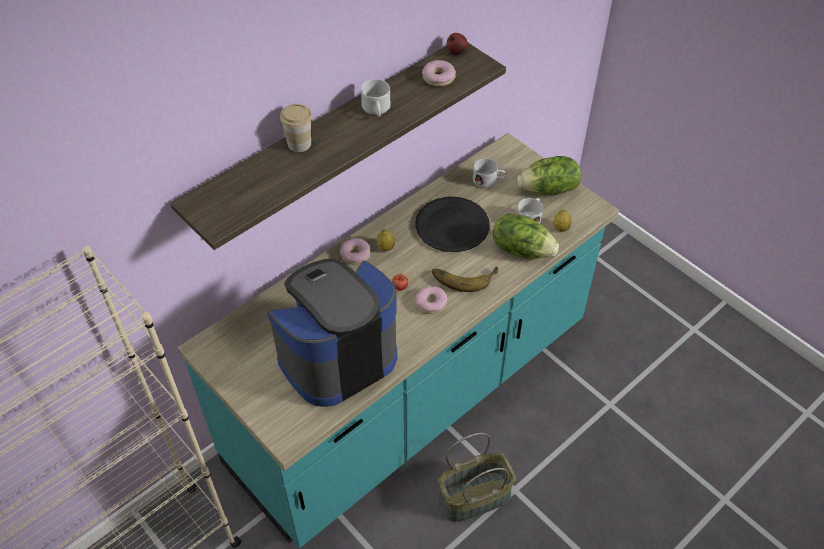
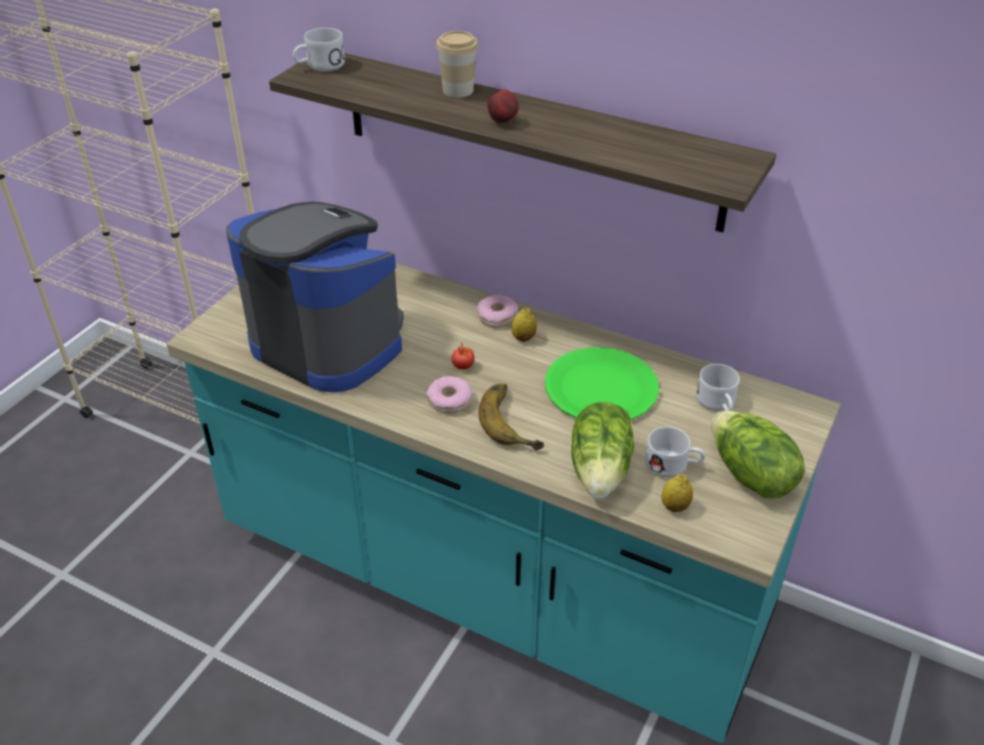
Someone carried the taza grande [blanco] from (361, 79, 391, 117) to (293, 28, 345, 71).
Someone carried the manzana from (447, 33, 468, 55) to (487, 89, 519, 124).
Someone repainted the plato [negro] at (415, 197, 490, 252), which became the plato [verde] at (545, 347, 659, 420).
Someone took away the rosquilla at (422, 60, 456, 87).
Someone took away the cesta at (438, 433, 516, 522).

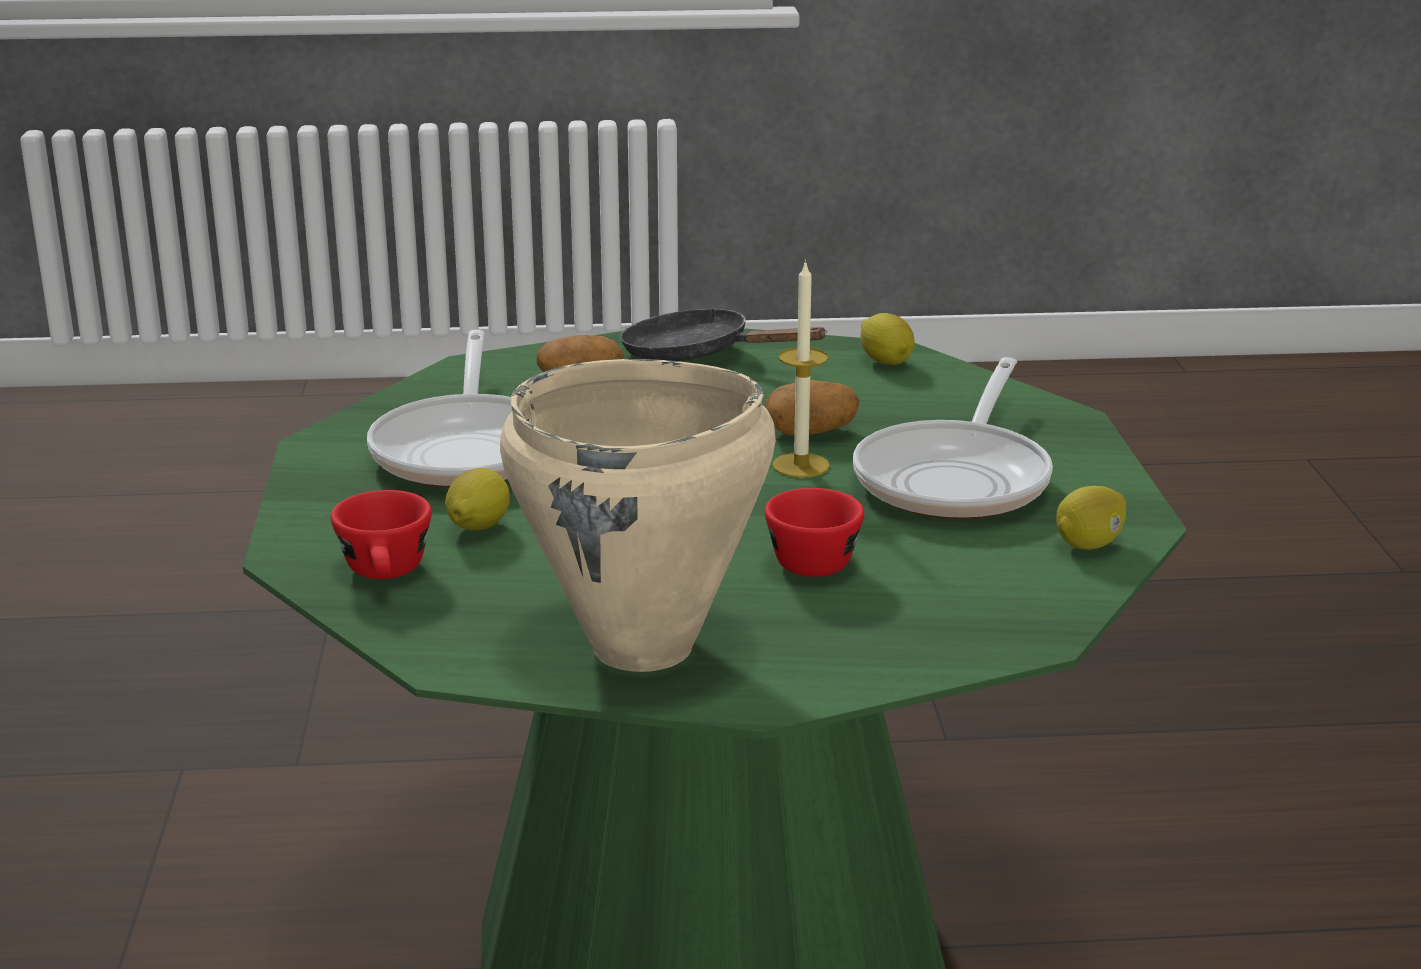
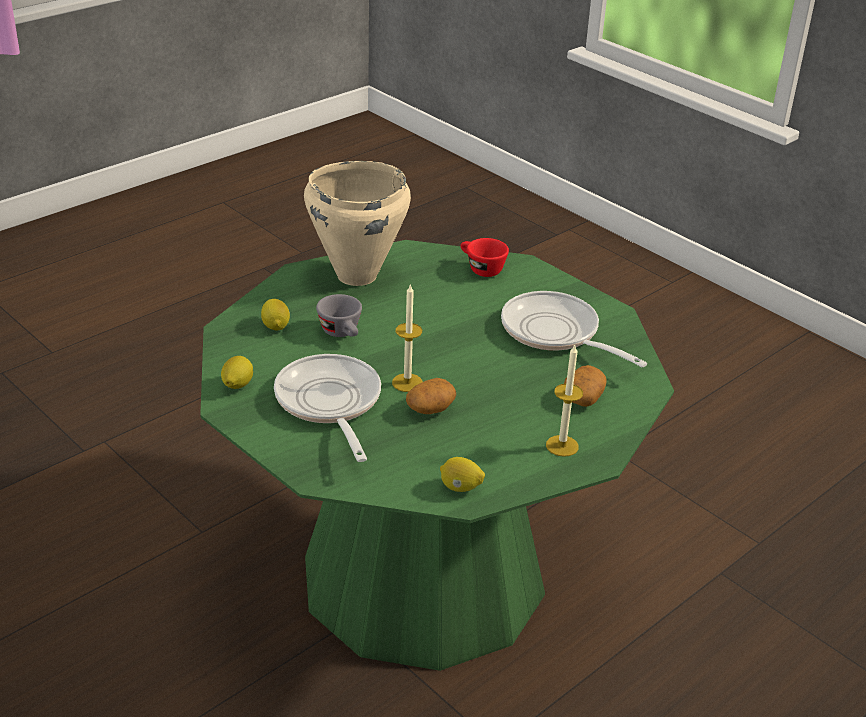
Someone carried the limón from (445, 468, 509, 531) to (261, 299, 290, 331).
Someone repainted the taza [rojo] at (765, 488, 864, 577), which became the taza [gris] at (316, 294, 362, 337).
Someone swapped the sartén [negro] at (620, 308, 828, 361) for the vela at (546, 344, 583, 457).

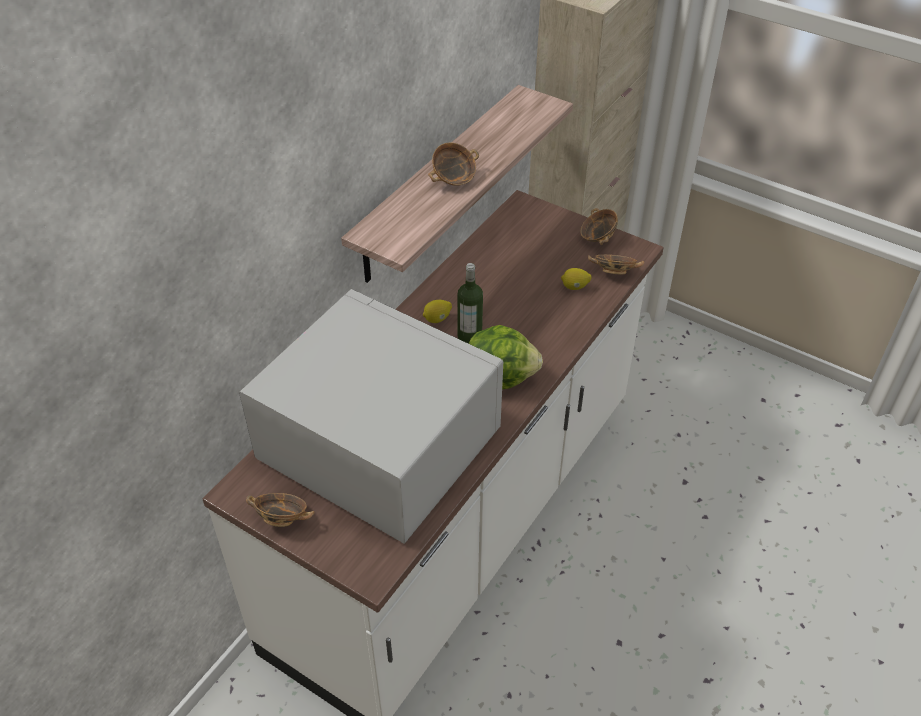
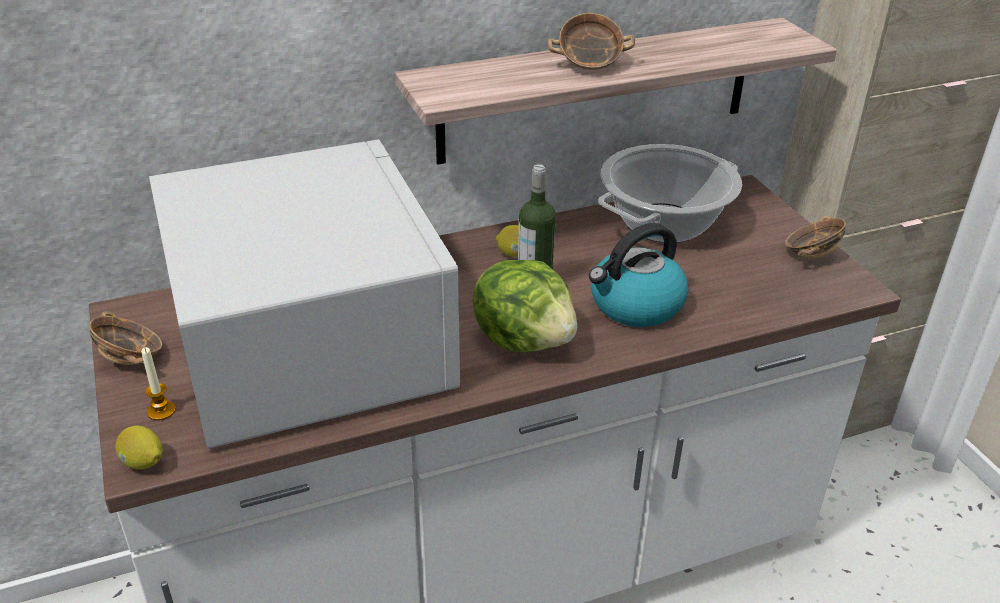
Someone carried the limón from (561, 268, 591, 290) to (116, 426, 163, 470).
Someone put down the vela at (141, 347, 176, 421).
Someone put down the hervidor at (589, 223, 688, 327).
Someone put down the olla at (598, 144, 742, 243).
Someone took away the cuenco at (588, 255, 644, 274).

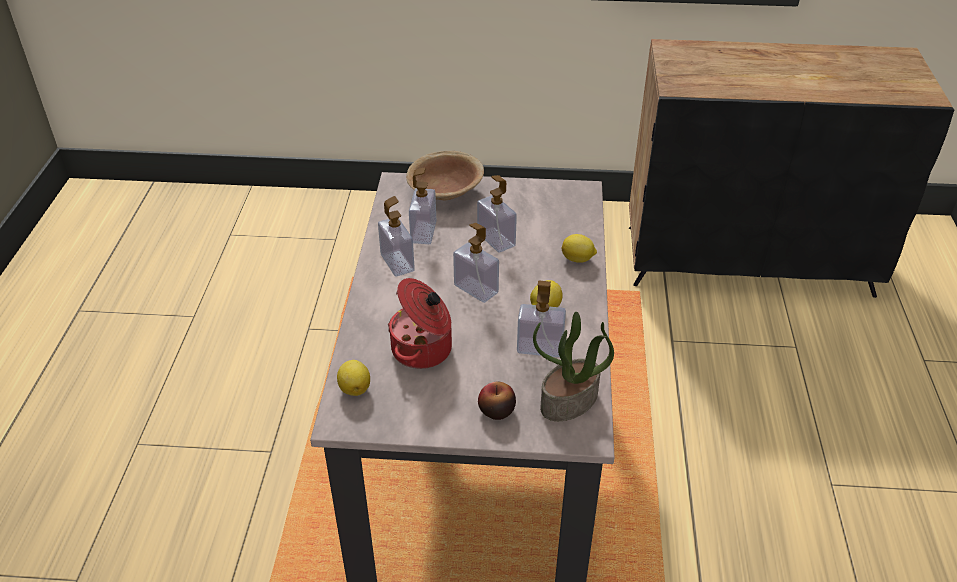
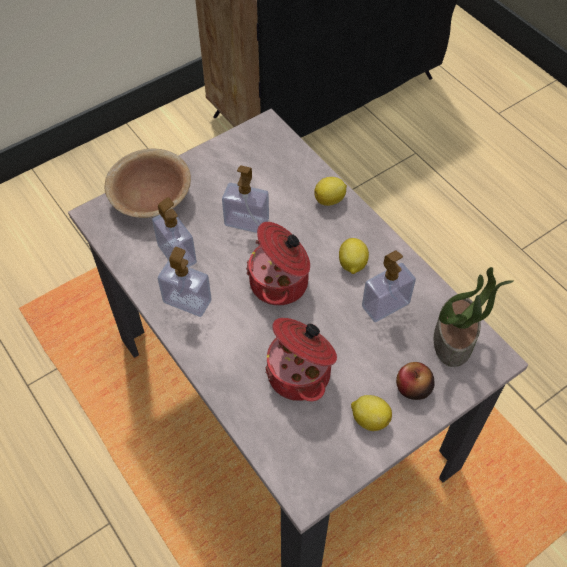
Someone swapped the dispensador de jabón at (453, 223, 499, 303) for the olla at (246, 222, 310, 306).
Someone carried the limón from (337, 360, 370, 396) to (351, 395, 392, 431).

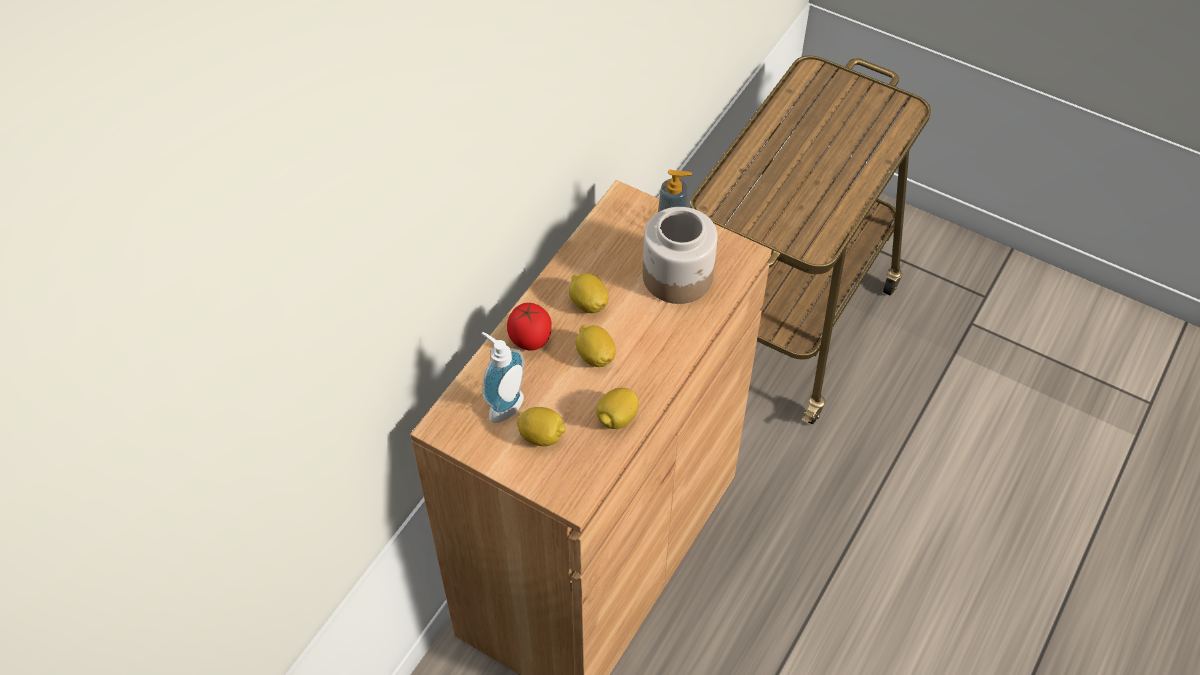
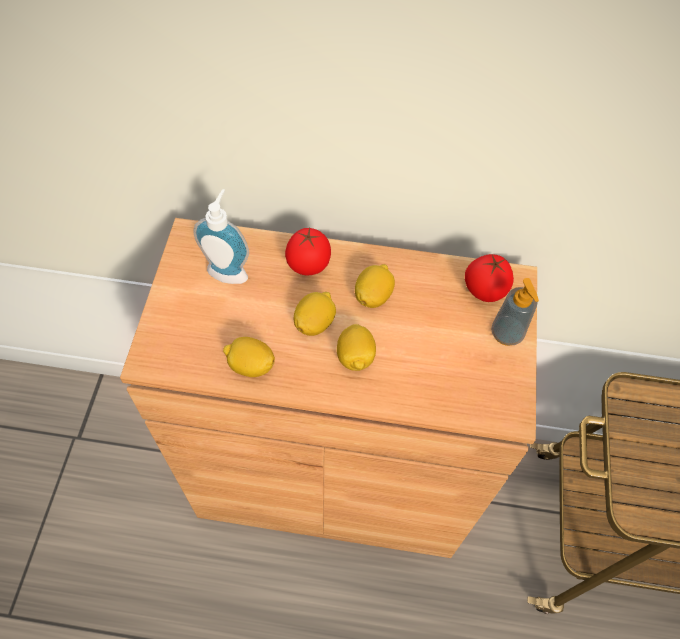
Someone carried the limón from (517, 407, 566, 446) to (337, 324, 376, 371).
Someone put down the tomate at (465, 254, 514, 302).
Someone took away the tarro at (643, 207, 717, 304).

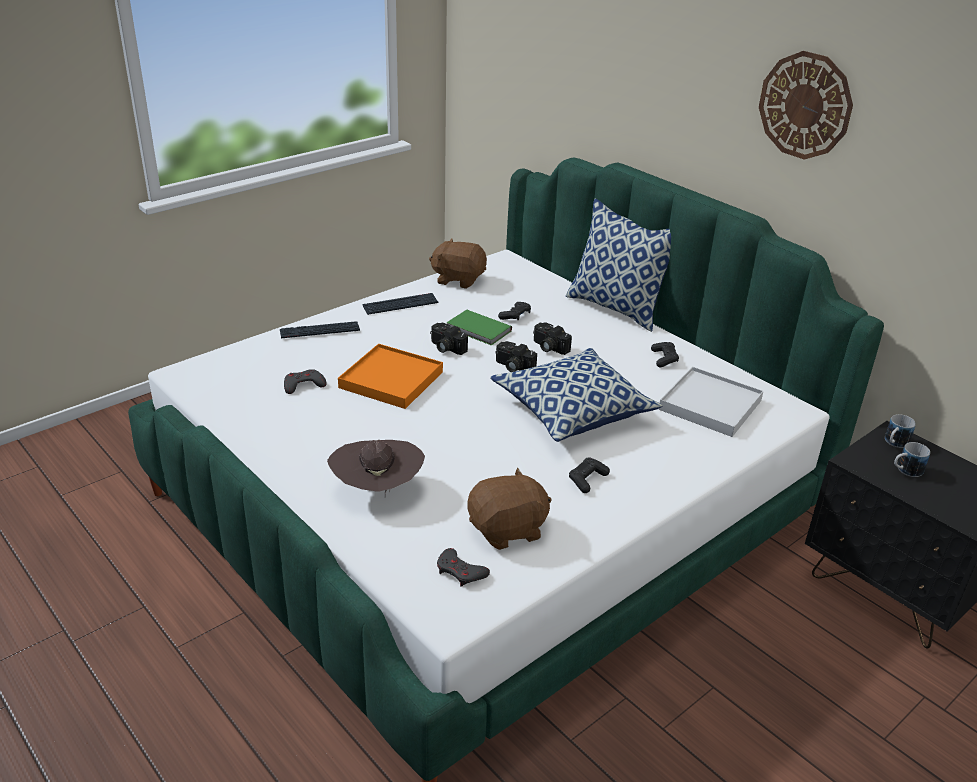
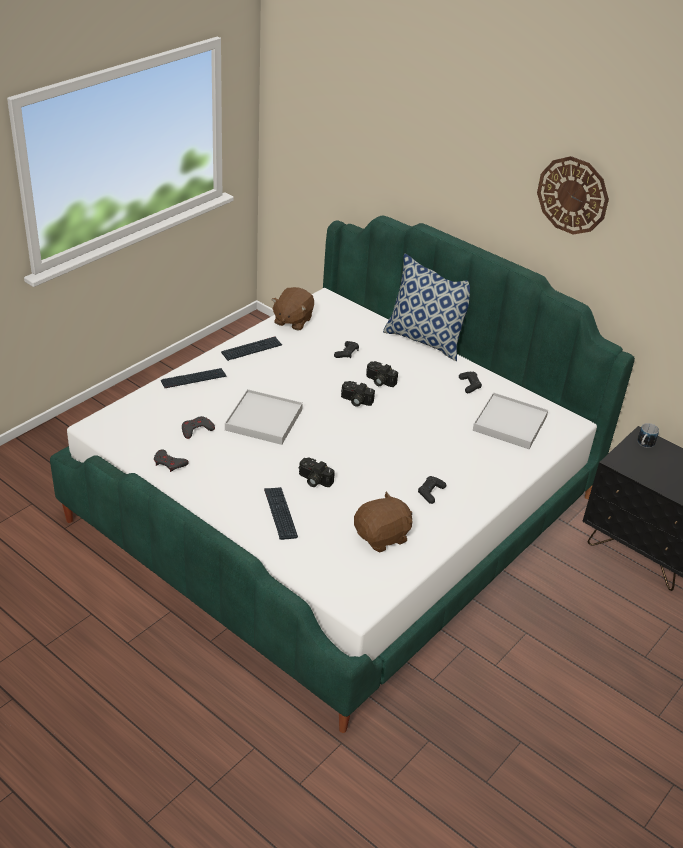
Someone carried the mando de consola [gris] from (437, 548, 490, 587) to (154, 449, 189, 472).
Someone repainted the bandeja [naranja] at (338, 344, 443, 409), which became the bandeja [blanco] at (225, 389, 303, 445).
Someone swapped the sombrero [marrón] at (327, 440, 425, 498) for the teclado at (264, 487, 298, 540).
Someone rotated the peluche [marrón] at (429, 238, 487, 289) by 75 degrees counterclockwise.
Someone carried the cámara from (430, 323, 468, 355) to (299, 457, 335, 487).
Someone took away the libro [verde] at (446, 310, 512, 345).
Someone took away the cojín at (490, 348, 663, 442).
Someone took away the taza grande at (894, 442, 930, 477).

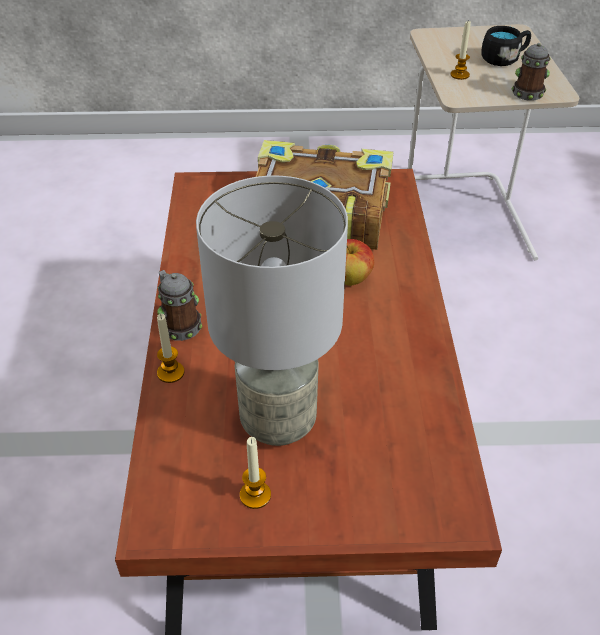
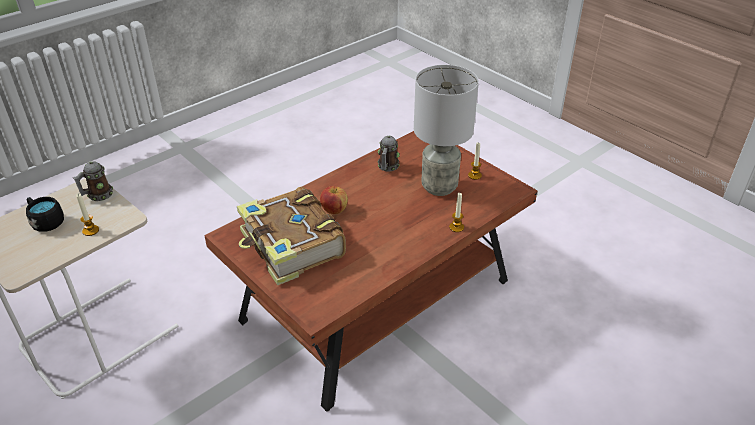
Someone carried the taza grande from (157, 270, 202, 341) to (378, 136, 400, 172).

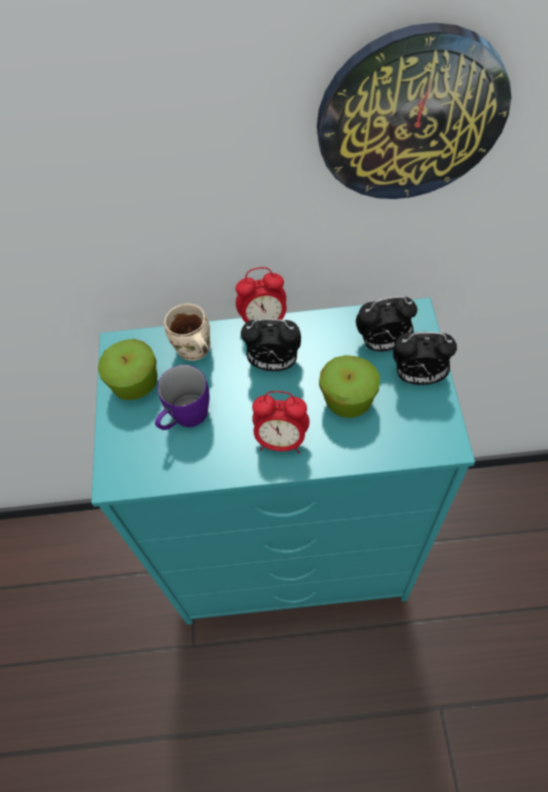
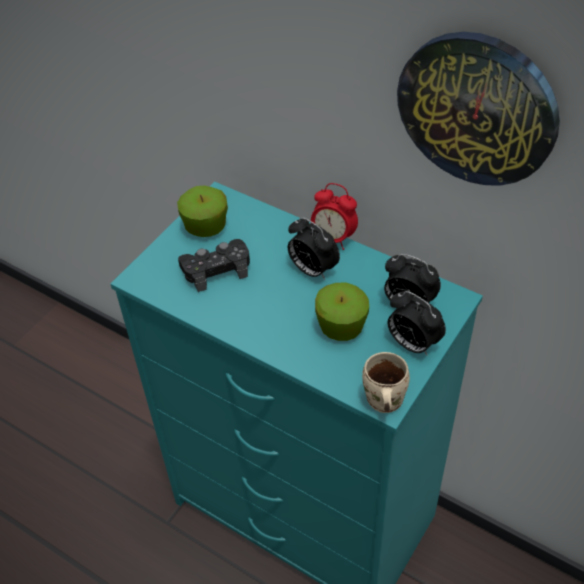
Someone swapped the taza grande [morado] at (155, 365, 210, 430) for the mando de consola [negro] at (178, 239, 250, 292).
Someone carried the taza grande [beis] from (164, 303, 210, 361) to (362, 352, 410, 413).
Someone took away the despertador at (252, 391, 310, 453).

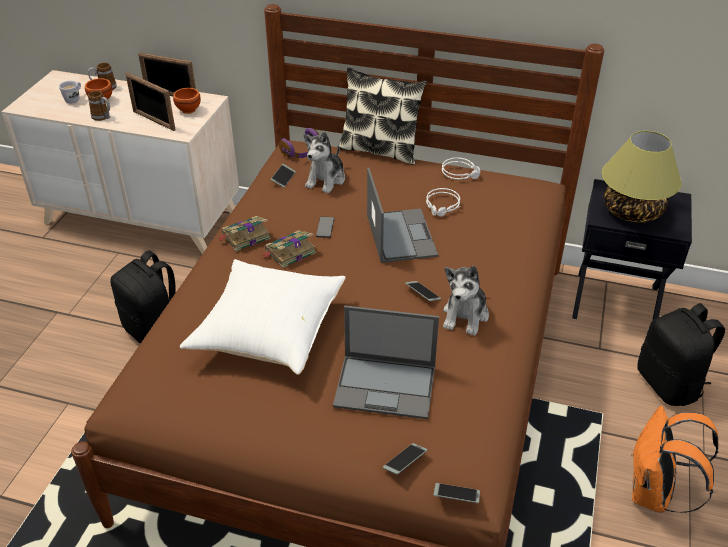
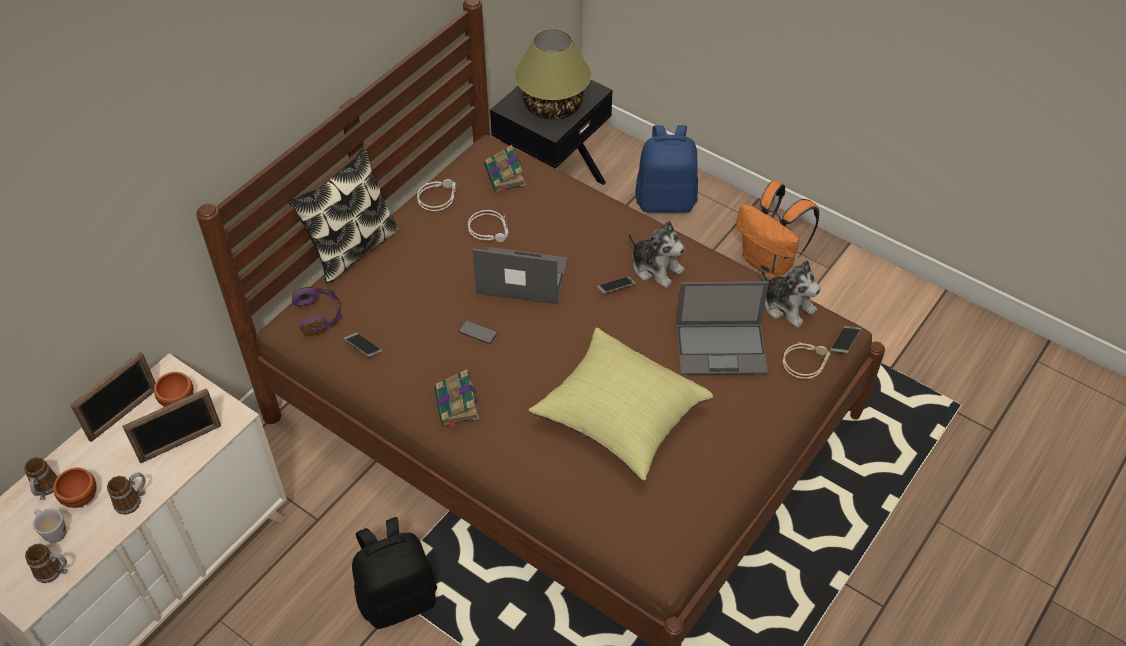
Someone put down the taza grande at (25, 543, 68, 583).
Someone carried the libro from (262, 230, 316, 268) to (484, 145, 526, 195).
Someone repainted the cojín [blanco] at (180, 259, 346, 375), which became the cojín [amarillo] at (529, 328, 713, 480).
Someone repainted the mochila [negro] at (637, 303, 725, 406), which became the mochila [azul] at (635, 125, 698, 212).
Someone rotated the portátil at (333, 306, 439, 419) by 60 degrees clockwise.
Someone carried the peluche from (304, 132, 345, 193) to (761, 260, 821, 328).
Someone swapped the móvil at (383, 443, 428, 475) for the auriculares [beis] at (783, 342, 831, 379).

